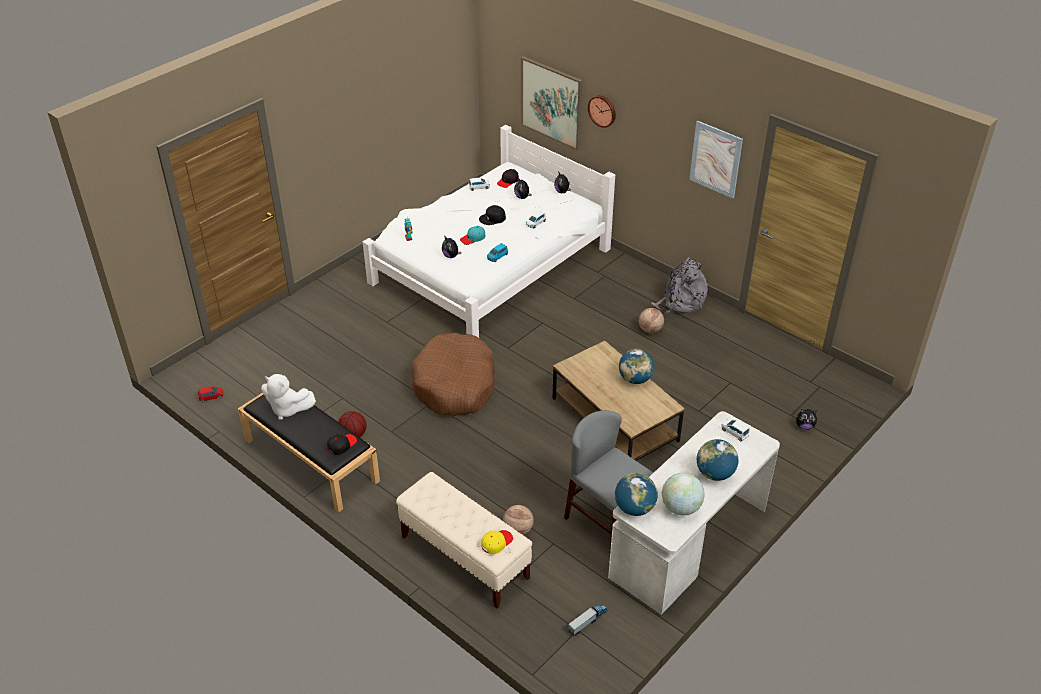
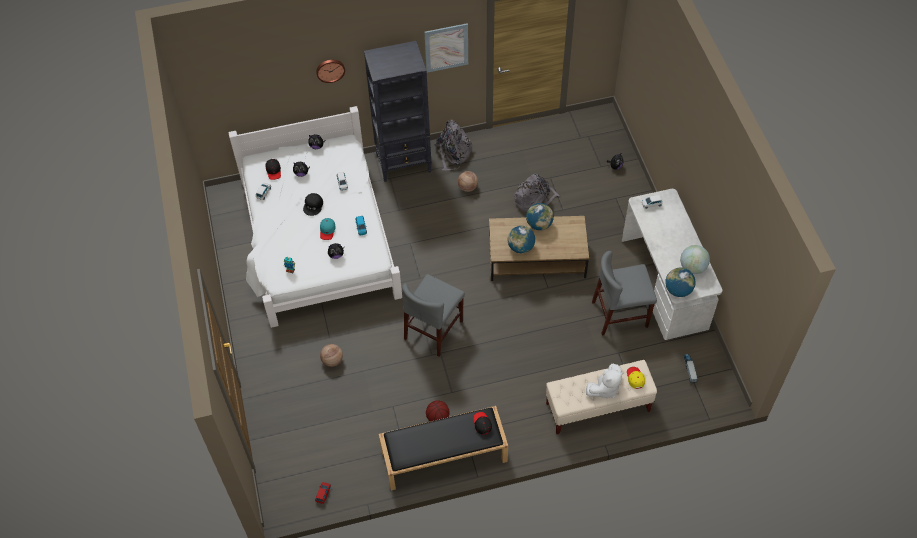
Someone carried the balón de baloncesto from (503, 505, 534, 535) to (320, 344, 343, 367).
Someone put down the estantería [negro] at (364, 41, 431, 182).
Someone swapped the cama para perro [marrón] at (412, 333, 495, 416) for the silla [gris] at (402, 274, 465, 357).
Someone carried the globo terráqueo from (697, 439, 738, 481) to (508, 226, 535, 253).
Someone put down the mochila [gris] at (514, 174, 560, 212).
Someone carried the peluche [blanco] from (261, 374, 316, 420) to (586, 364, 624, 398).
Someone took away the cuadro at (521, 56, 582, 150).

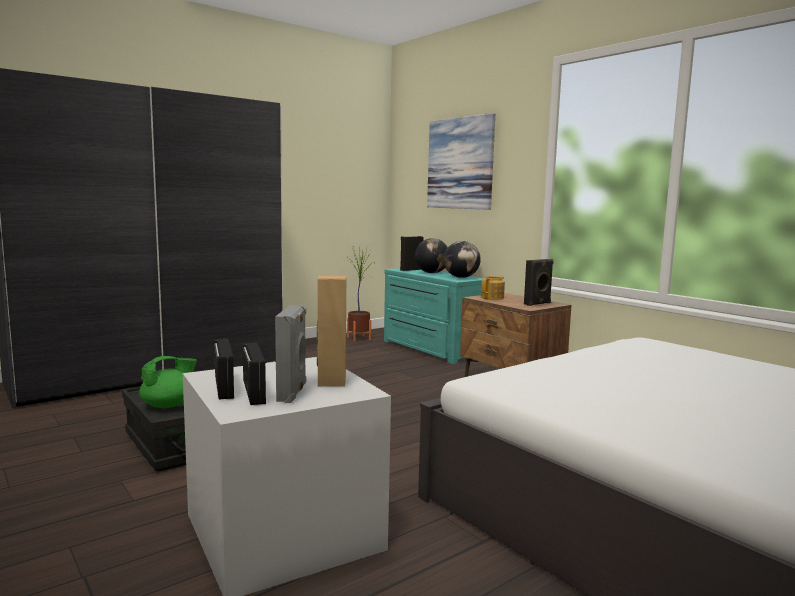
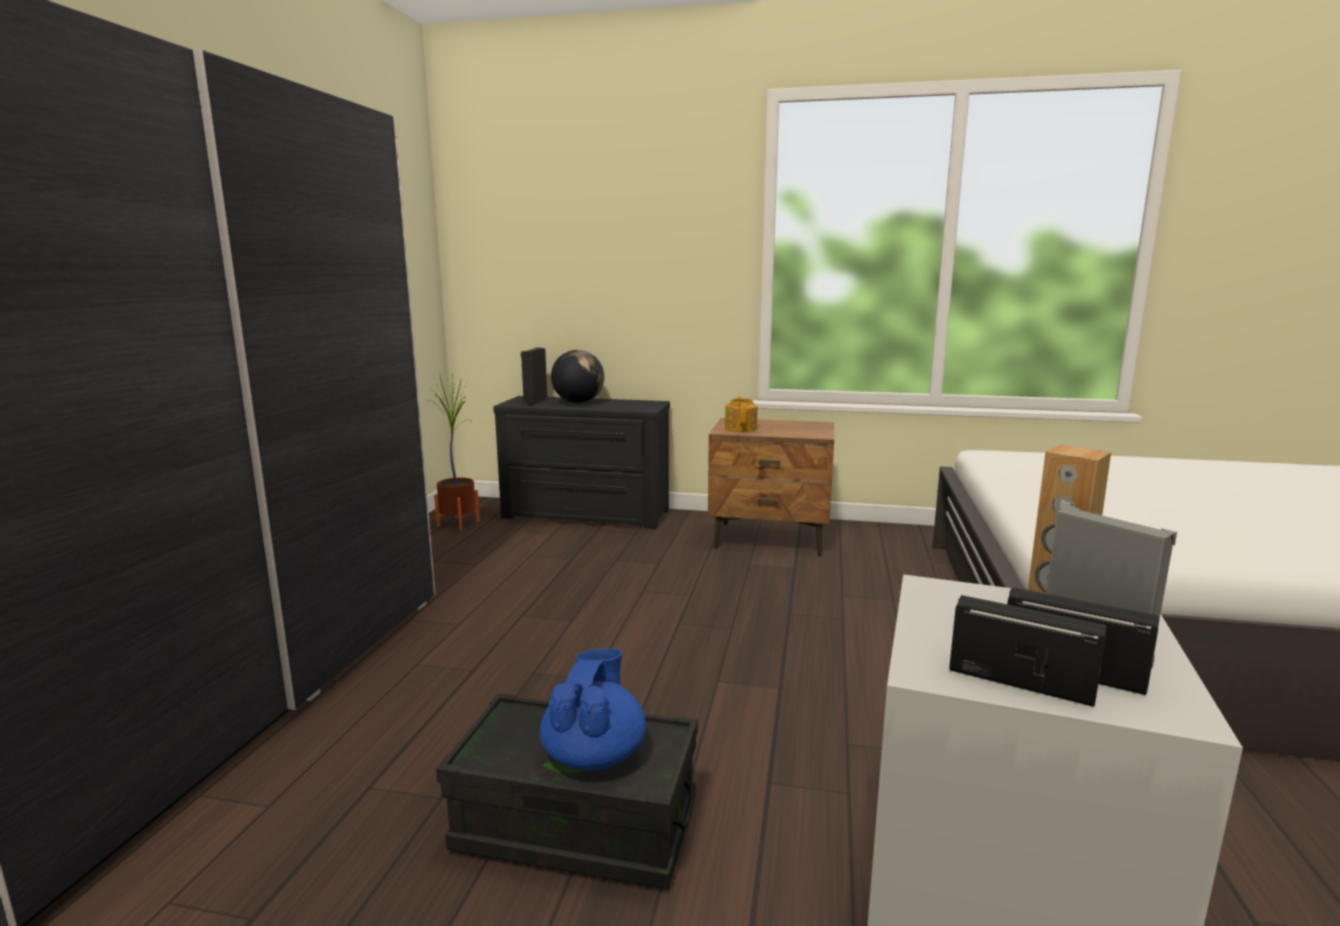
Someone repainted the cómoda [turquesa] at (384, 268, 484, 364), which became the cómoda [negro] at (493, 396, 670, 529).
Someone repainted the tetera [verde] at (139, 356, 197, 408), which became the tetera [azul] at (540, 648, 646, 771).
Someone took away the cuadro at (427, 113, 495, 210).
Someone took away the globo terráqueo at (444, 241, 481, 278).
Someone took away the altavoz [negro] at (524, 259, 553, 306).

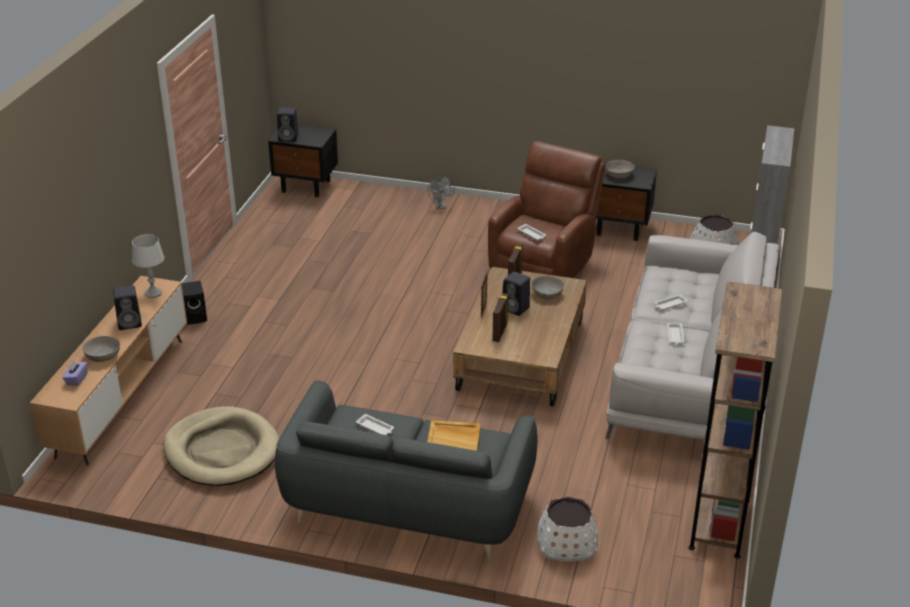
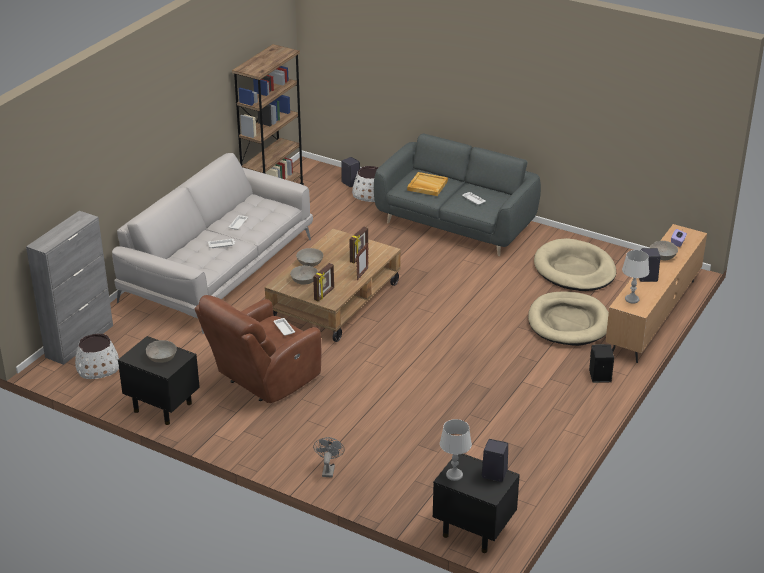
Someone put down the cuenco [gris] at (296, 248, 323, 267).
Someone carried the altavoz [negro] from (502, 271, 530, 316) to (341, 157, 360, 187).
Someone put down the lámpara de mesa [gris] at (440, 419, 472, 481).
Someone put down the cama para perro [beis] at (528, 292, 609, 346).

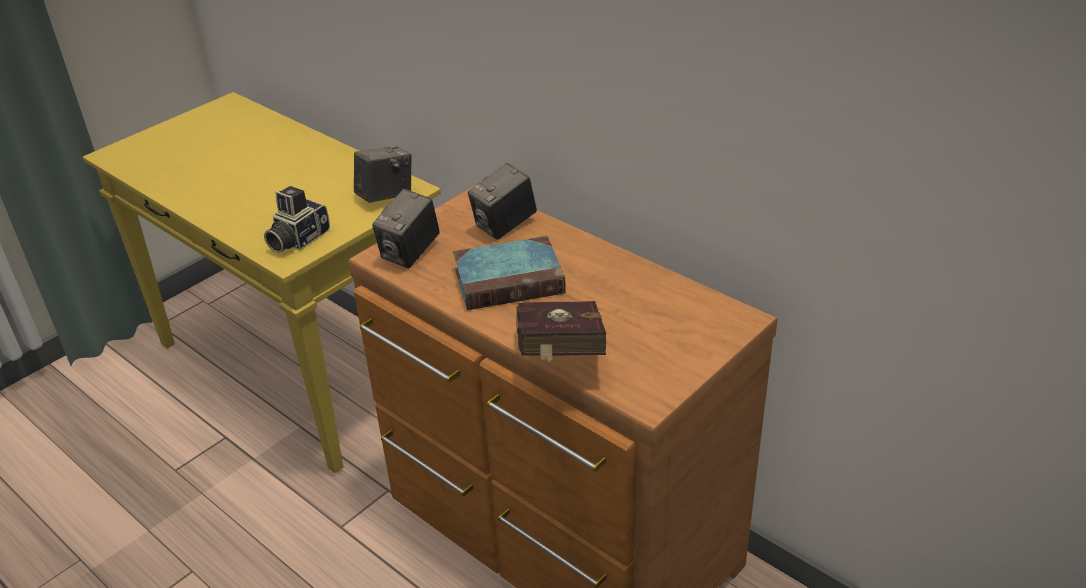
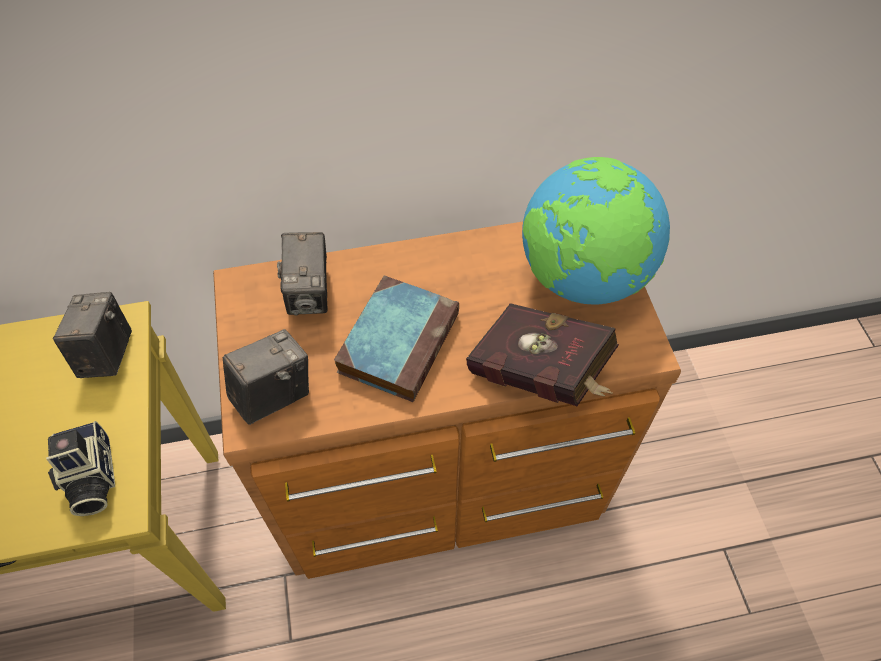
Someone rotated the cámara at (372, 189, 440, 268) by 105 degrees counterclockwise.
Someone put down the globo terráqueo at (522, 157, 670, 305).

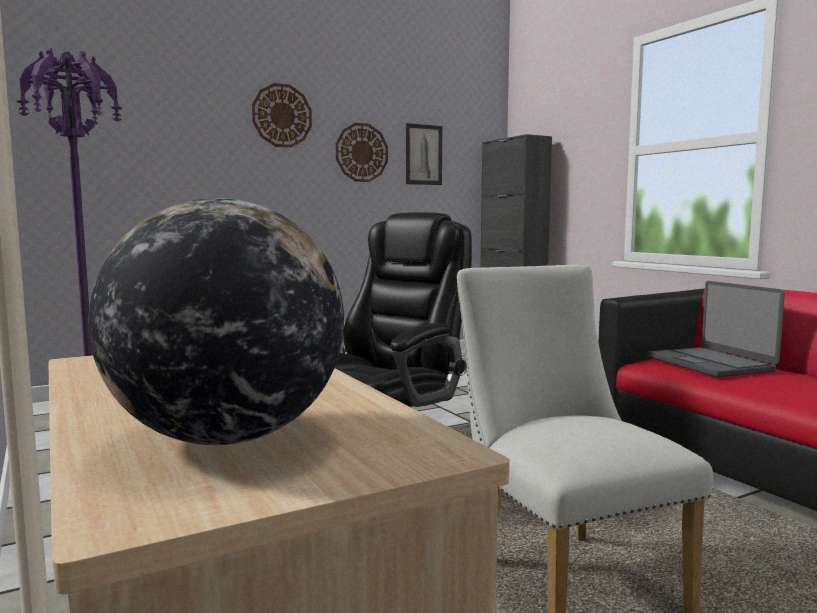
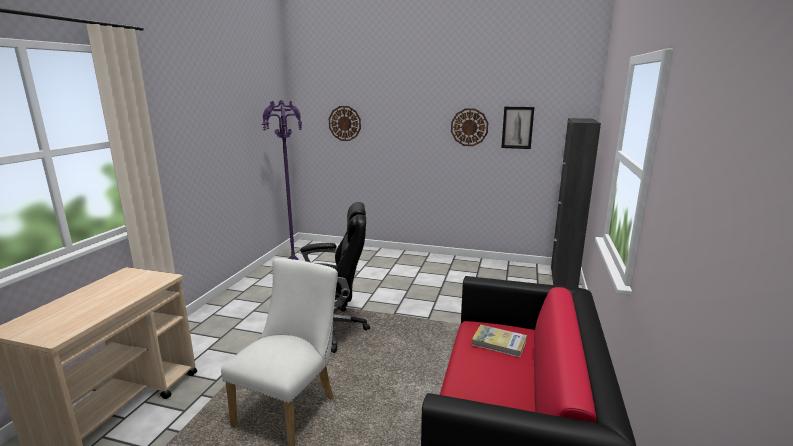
Someone carried the reloj de pared from (252, 83, 312, 148) to (329, 106, 361, 141).
Someone swapped the portátil at (648, 281, 785, 377) for the libro at (472, 325, 527, 357).
Someone took away the globo terráqueo at (88, 198, 344, 445).

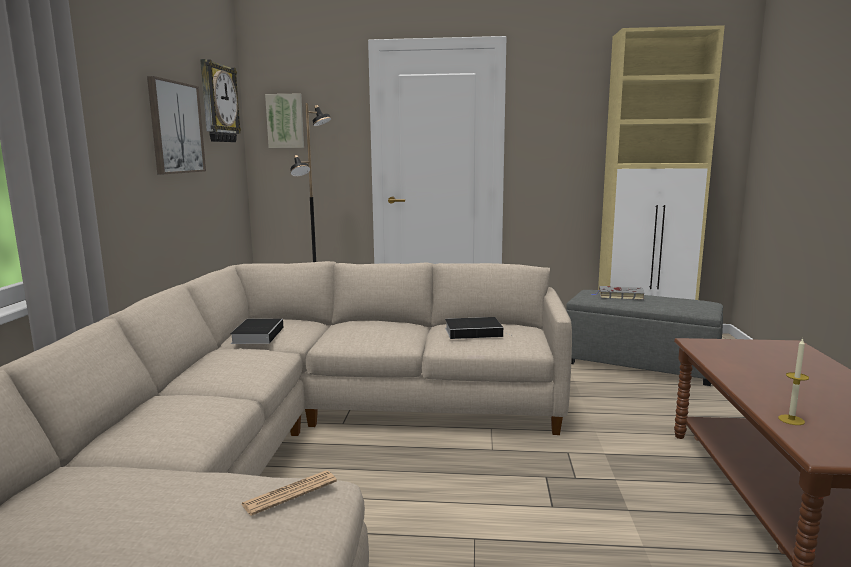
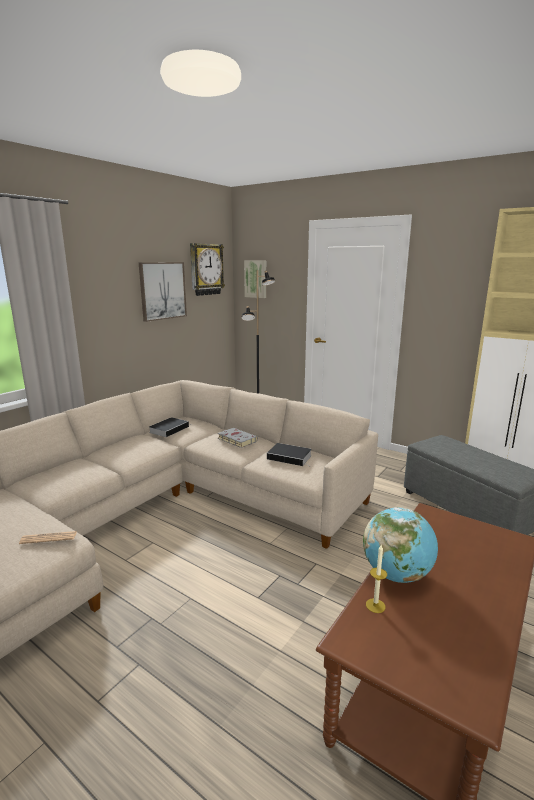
Someone carried the libro [gris] from (592, 286, 645, 300) to (218, 428, 258, 448).
Someone put down the globo terráqueo at (363, 507, 438, 583).

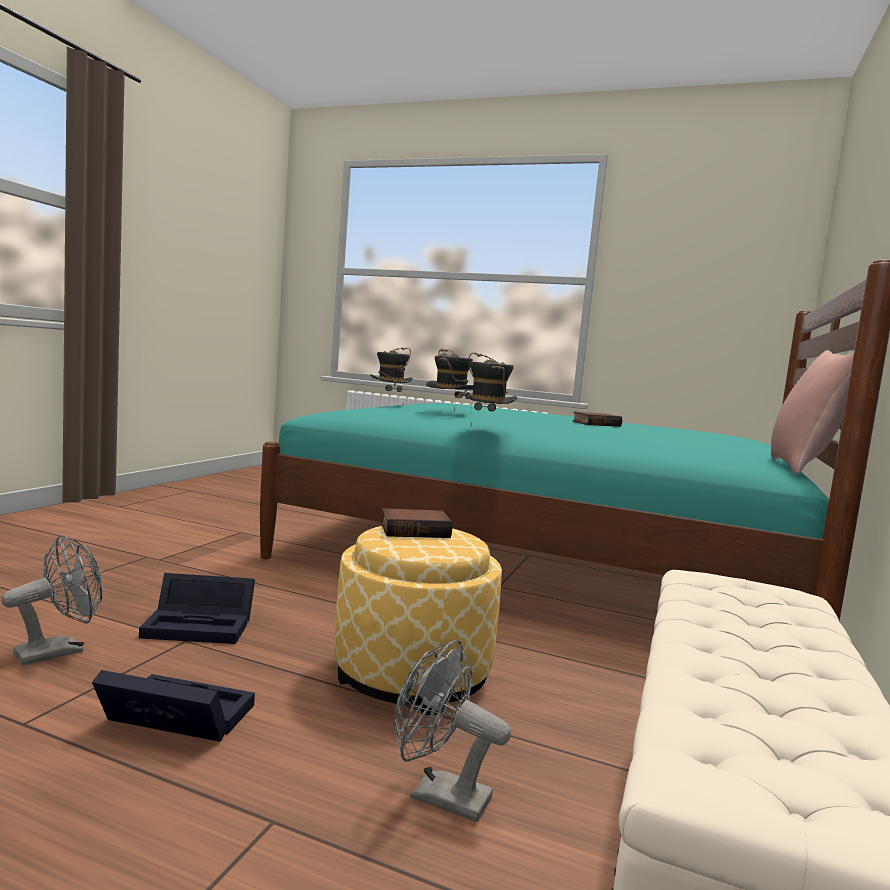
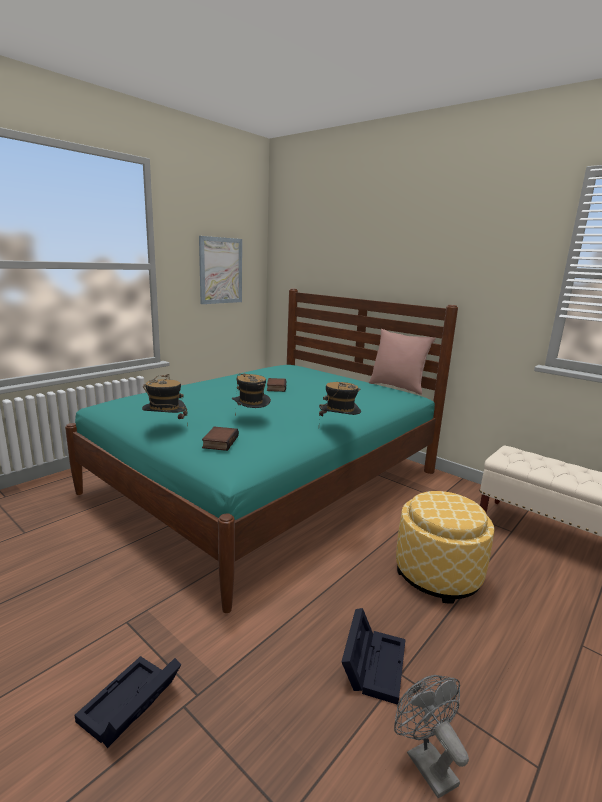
Someone carried the caja de almacenaje [negro] from (92, 670, 255, 742) to (75, 656, 181, 748).
Someone put up the cuadro at (199, 236, 242, 304).
Someone carried the libro from (381, 508, 452, 538) to (202, 427, 239, 451).
Someone took away the ventilador [gris] at (393, 639, 511, 822).

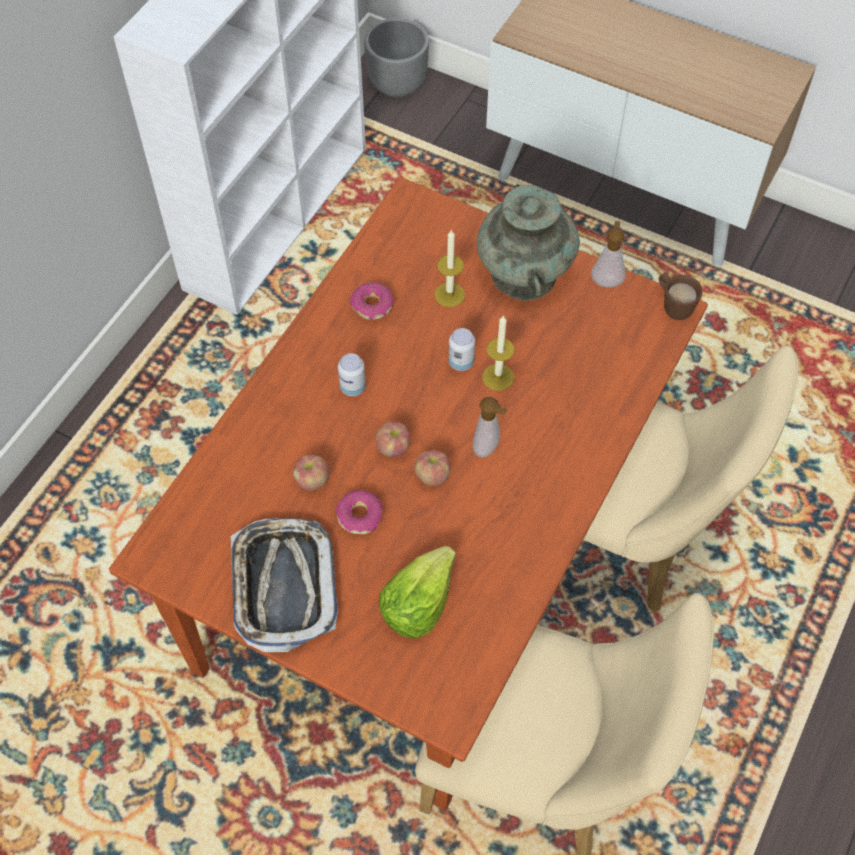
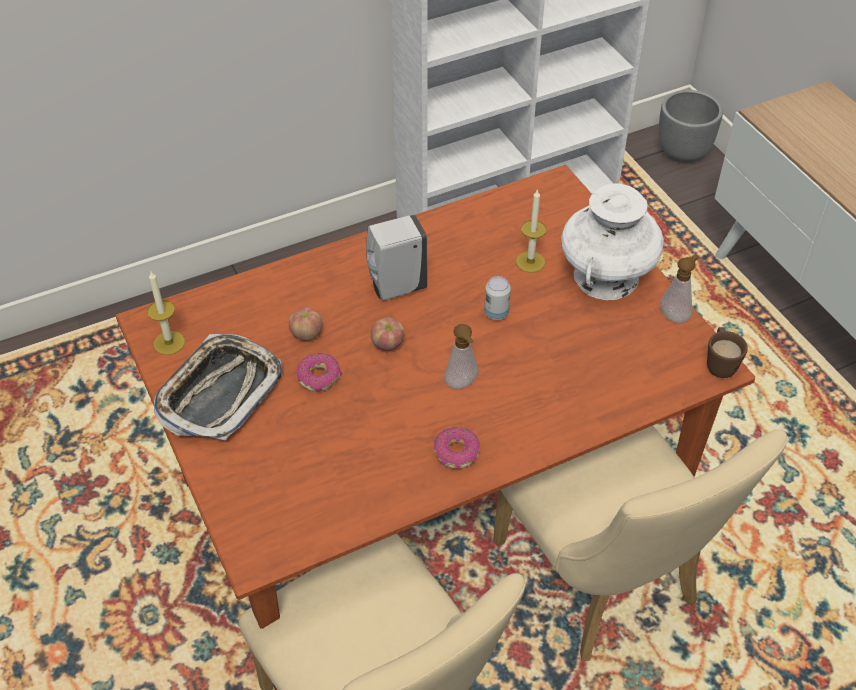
Someone carried the vela from (482, 315, 514, 391) to (147, 271, 185, 355).
Someone swapped the lata at (338, 353, 366, 396) for the dispensador de jabón [blanco] at (366, 215, 427, 301).
Someone carried the rosquilla from (350, 282, 394, 320) to (434, 427, 480, 468).
Someone repainted the florero [turquesa] at (477, 184, 580, 301), which became the florero [blanco] at (561, 183, 664, 300).
Someone took away the lechuga at (379, 546, 456, 638).
Someone took away the manzana at (414, 450, 451, 486).

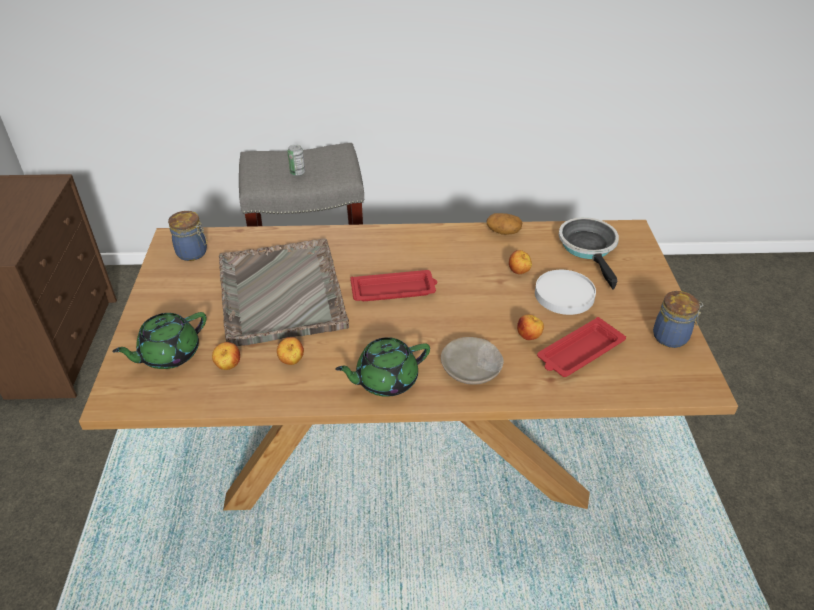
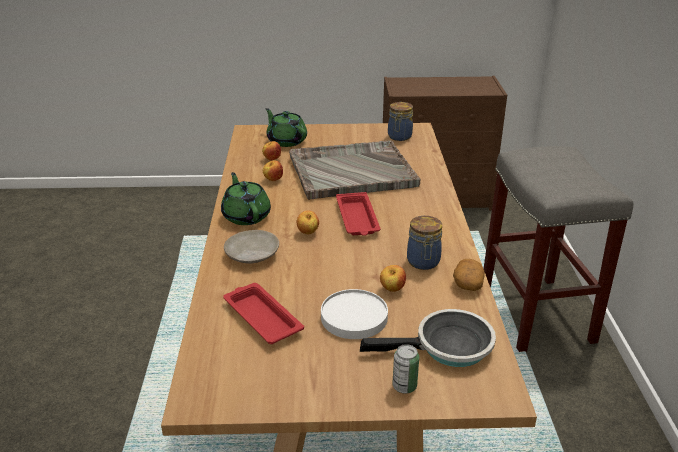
Someone carried the manzana from (517, 315, 544, 340) to (297, 210, 319, 234).
Someone carried the lata from (287, 144, 305, 176) to (392, 344, 419, 393).
Someone carried the tarro from (653, 291, 704, 348) to (407, 216, 442, 270).

